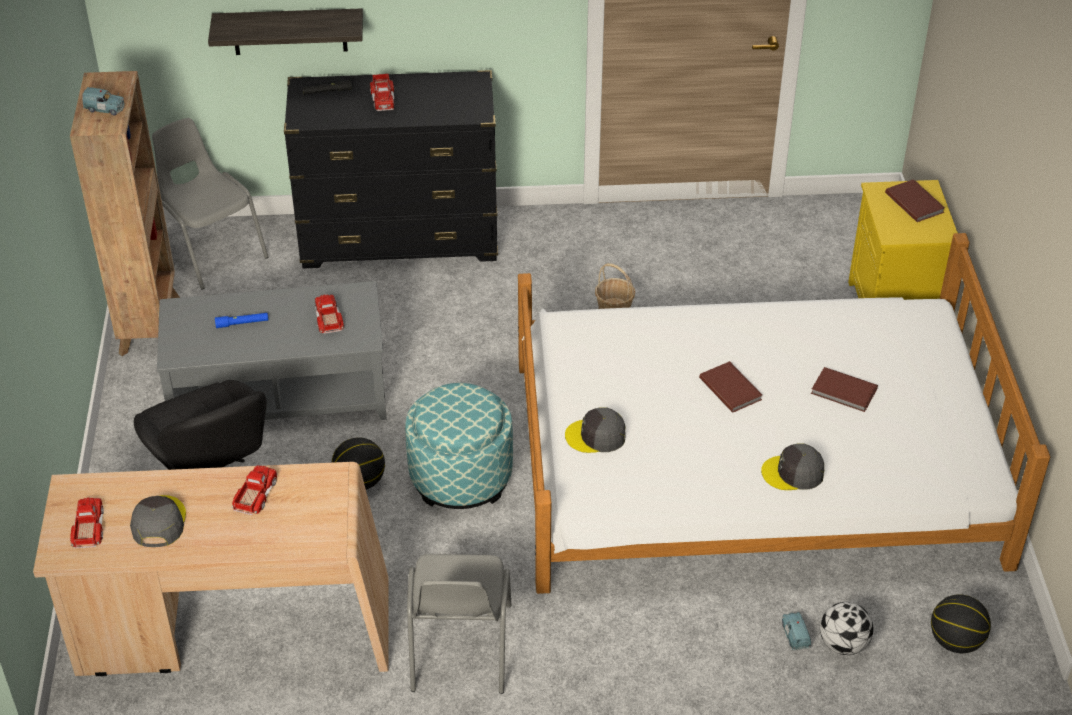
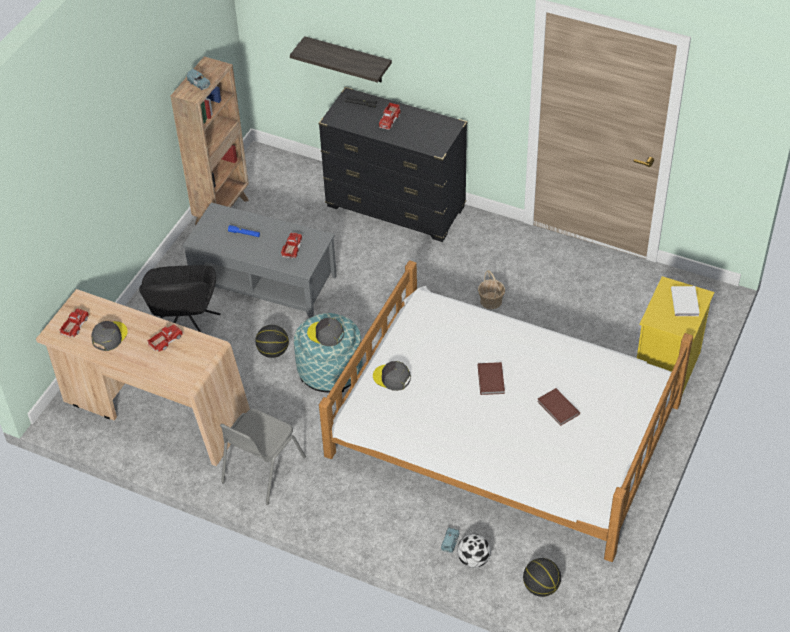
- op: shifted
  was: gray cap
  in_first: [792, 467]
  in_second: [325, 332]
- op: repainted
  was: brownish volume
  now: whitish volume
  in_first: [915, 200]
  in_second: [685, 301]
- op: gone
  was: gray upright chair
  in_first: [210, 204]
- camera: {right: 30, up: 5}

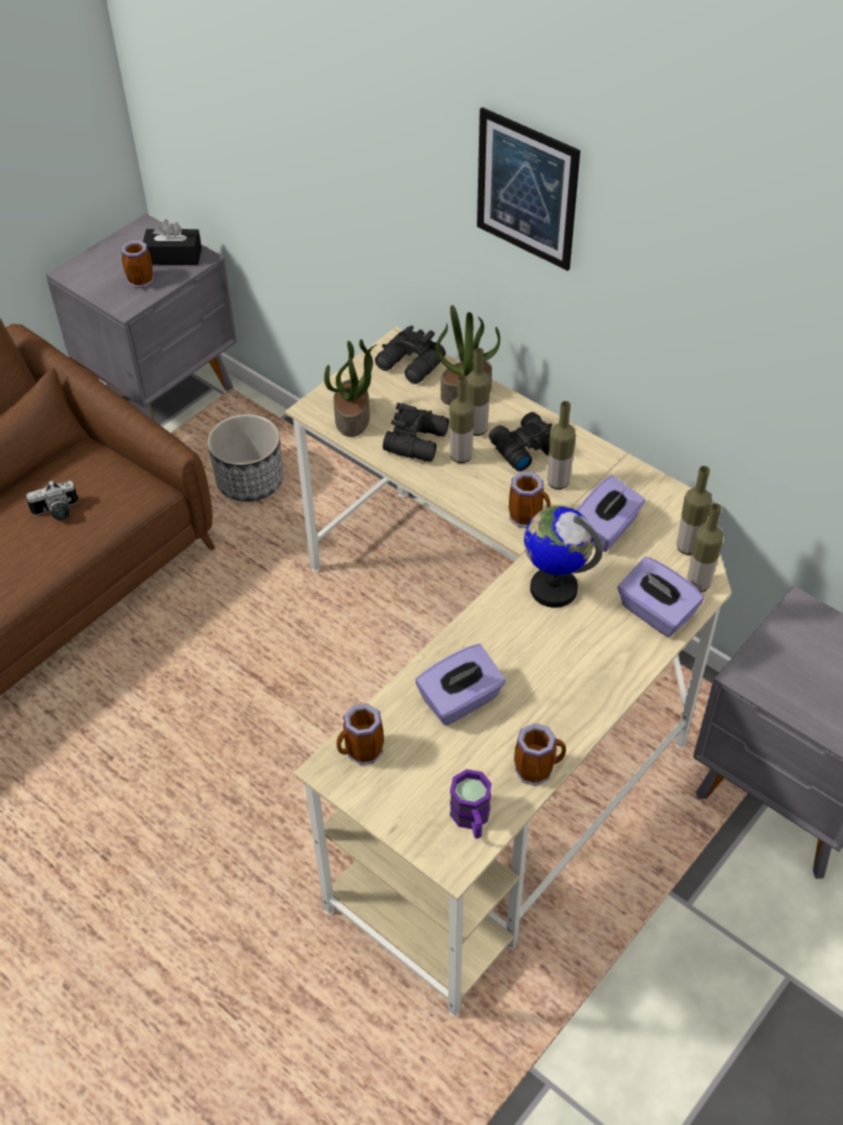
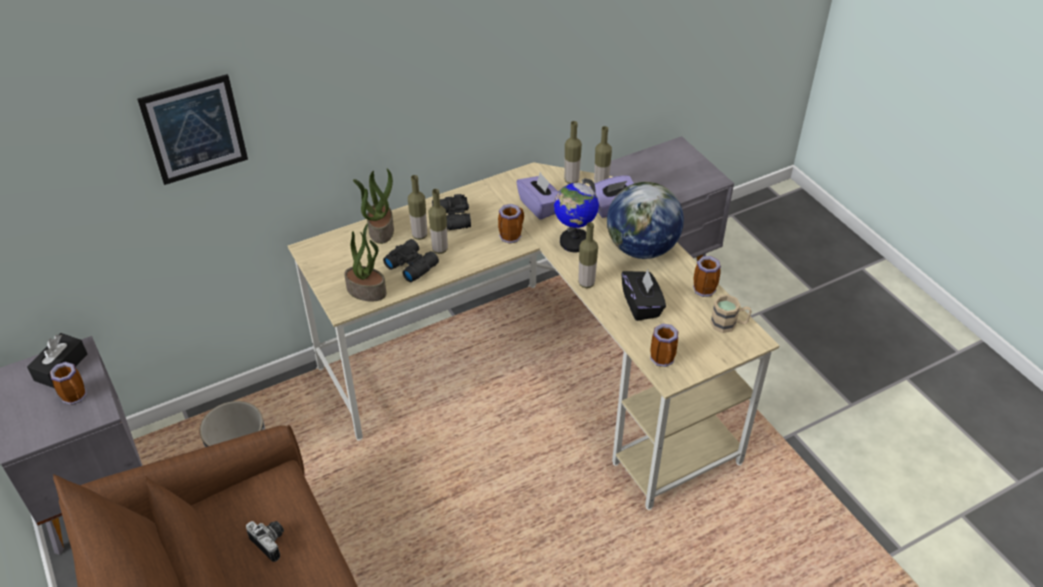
- op: shifted
  was: picture
  in_first: [528, 189]
  in_second: [192, 129]
- op: rotated
  was: still camera
  in_first: [52, 500]
  in_second: [265, 541]
  clockwise: -45
- op: shifted
  was: bottle
  in_first: [561, 445]
  in_second: [588, 255]
- op: new
  now: desk globe
  in_second: [645, 220]
- op: repainted
  was: purple tissue box
  now: blackish tissue box
  in_first: [461, 685]
  in_second: [644, 295]
- op: repainted
  was: purple tea mug
  now: beige-coloured tea mug
  in_first: [471, 803]
  in_second: [731, 313]
- op: gone
  was: blackish field glasses
  in_first: [410, 355]
- camera: {right: -70, up: -5}

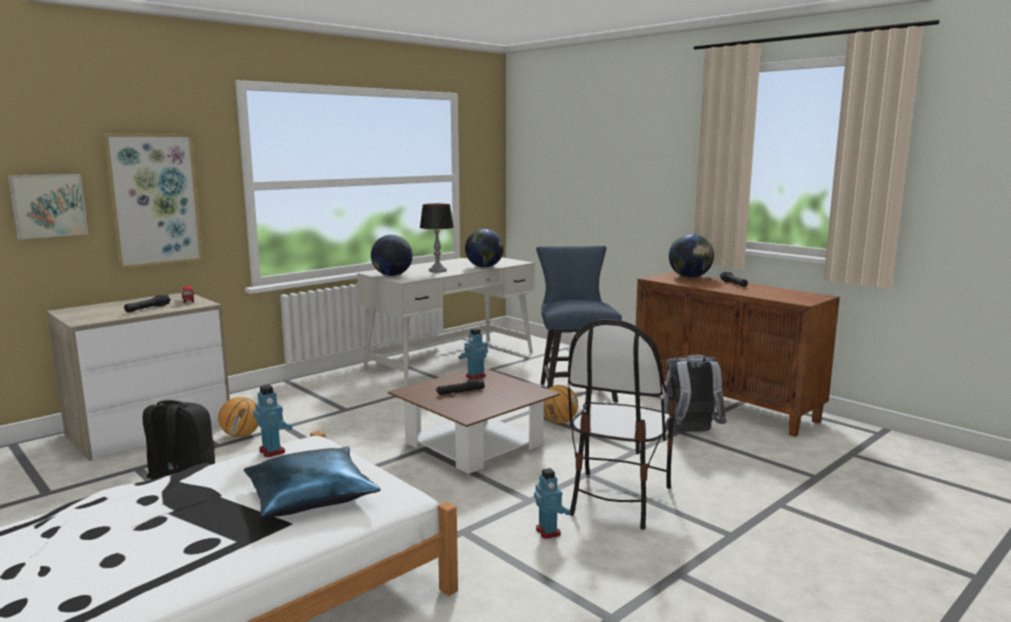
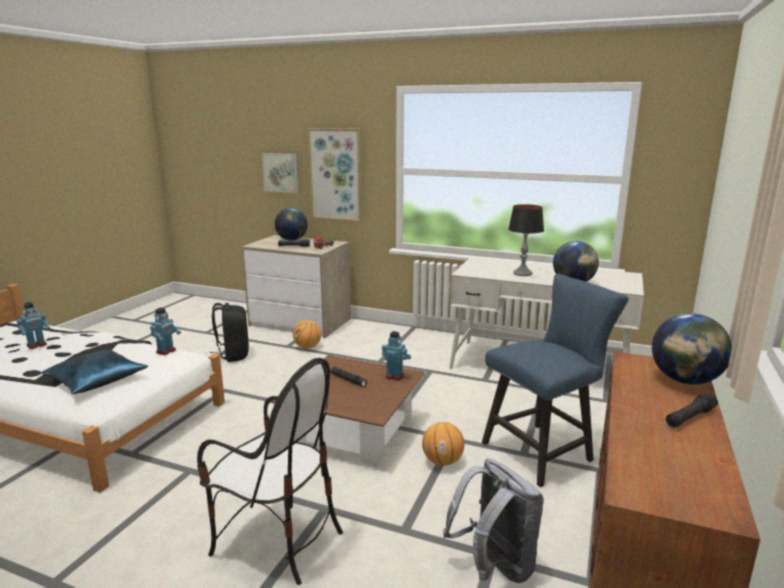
- op: shifted
  was: toy robot
  in_first: [552, 503]
  in_second: [33, 325]
- op: rotated
  was: upright chair
  in_first: [621, 424]
  in_second: [270, 471]
  clockwise: -150
- op: shifted
  was: desk globe
  in_first: [391, 255]
  in_second: [291, 224]
- camera: {right: 65, up: 5}

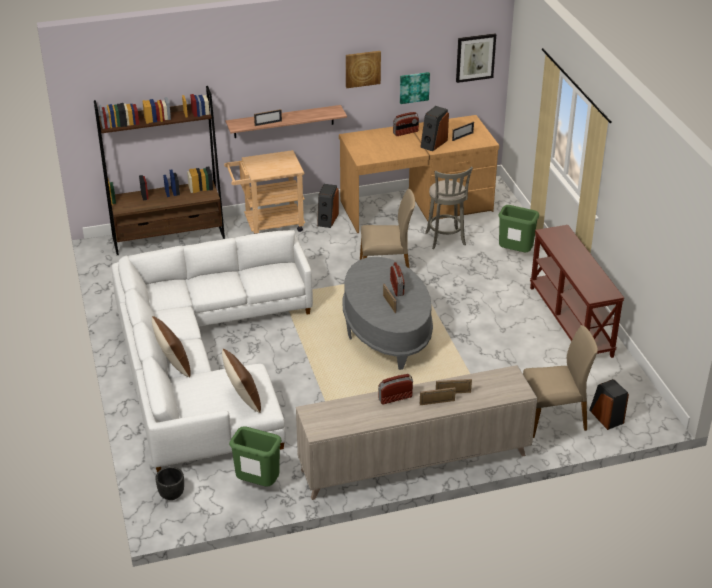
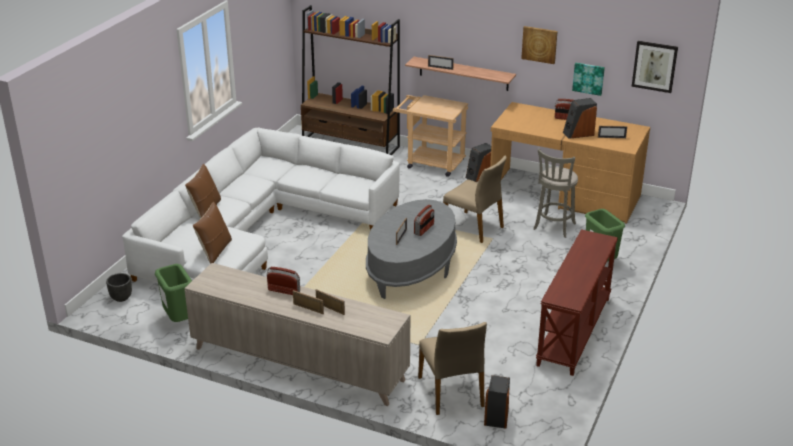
- op: rotated
  was: beige-coloured upright chair
  in_first: [560, 381]
  in_second: [452, 368]
  clockwise: 45
- camera: {right: 40, up: -5}

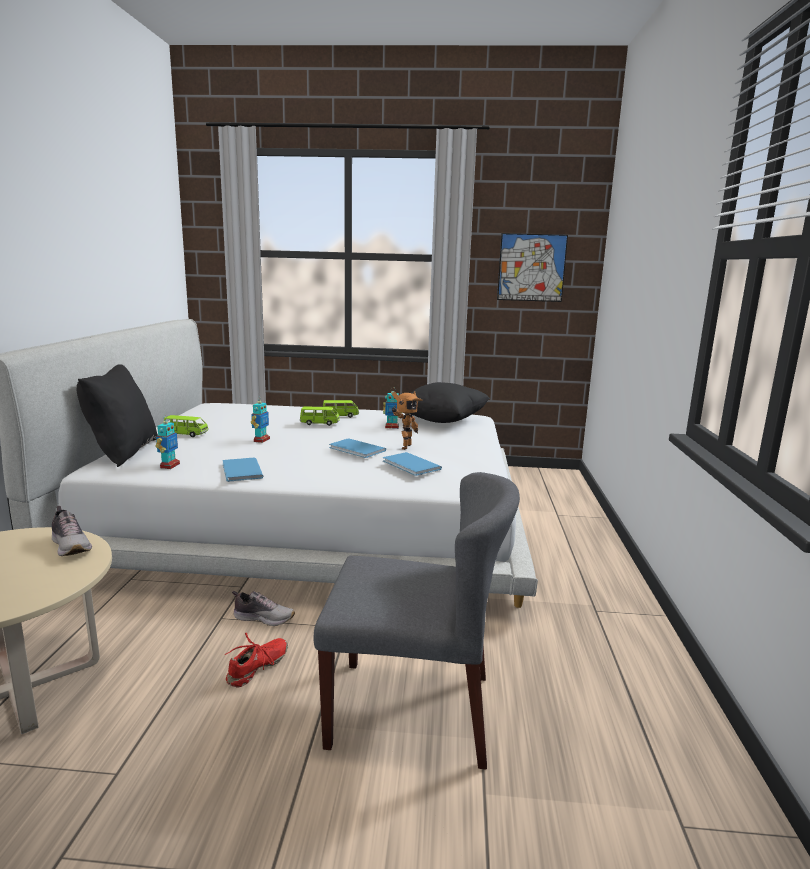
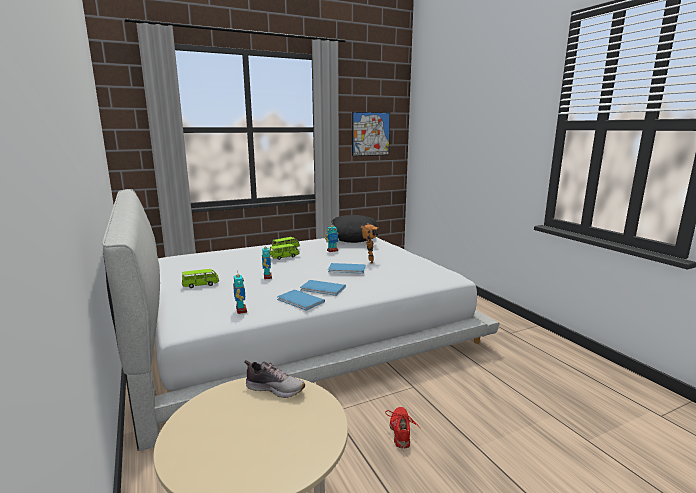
- op: shifted
  was: blue volume
  in_first: [412, 464]
  in_second: [323, 288]
- op: gone
  was: blackish cushion
  in_first: [117, 415]
- op: gone
  was: shoe
  in_first: [263, 608]
- op: gone
  was: gray upright chair
  in_first: [416, 621]
- camera: {right: -30, up: 0}

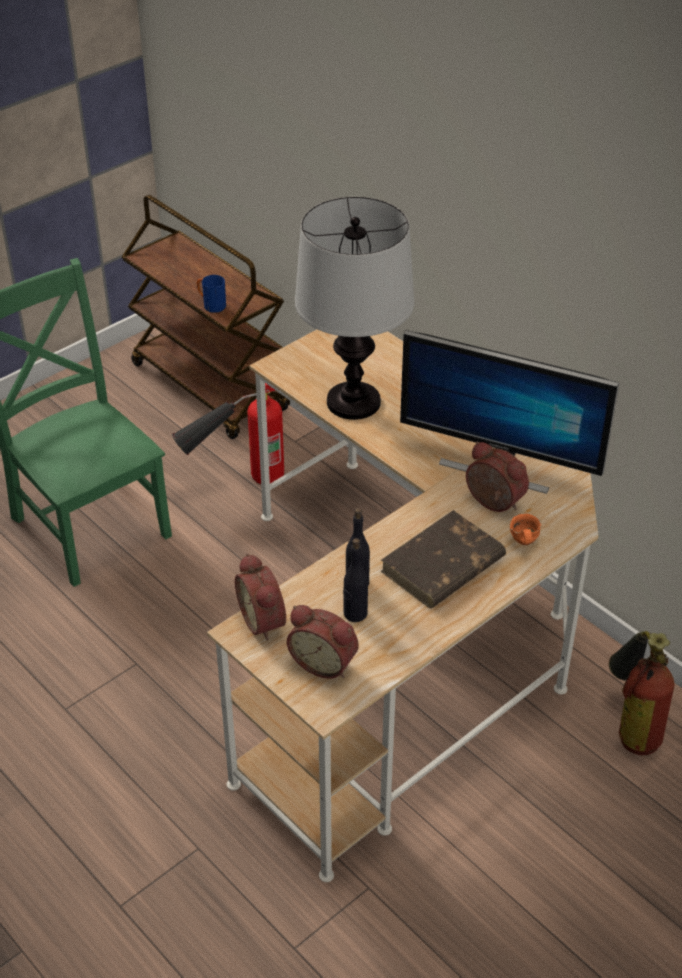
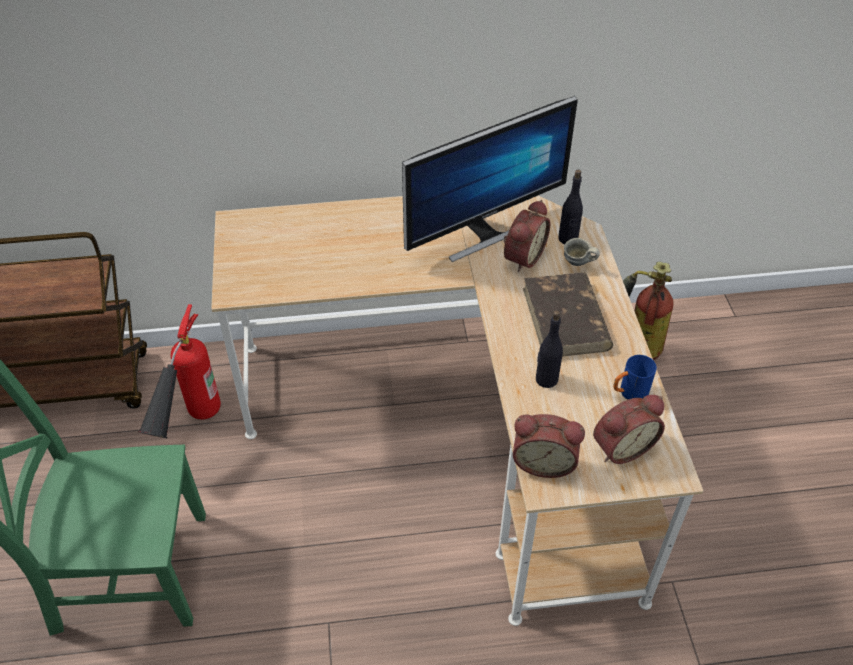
- op: rotated
  was: bedside clock
  in_first: [497, 476]
  in_second: [527, 236]
  clockwise: 135
- op: shifted
  was: blackish bottle
  in_first: [355, 580]
  in_second: [570, 207]
- op: repainted
  was: orange-coloured tea mug
  now: gray tea mug
  in_first: [525, 529]
  in_second: [582, 252]
- op: shifted
  was: blue tea mug
  in_first: [211, 294]
  in_second: [635, 377]
- op: gone
  was: tabletop lamp
  in_first: [354, 308]
- camera: {right: -55, up: 5}

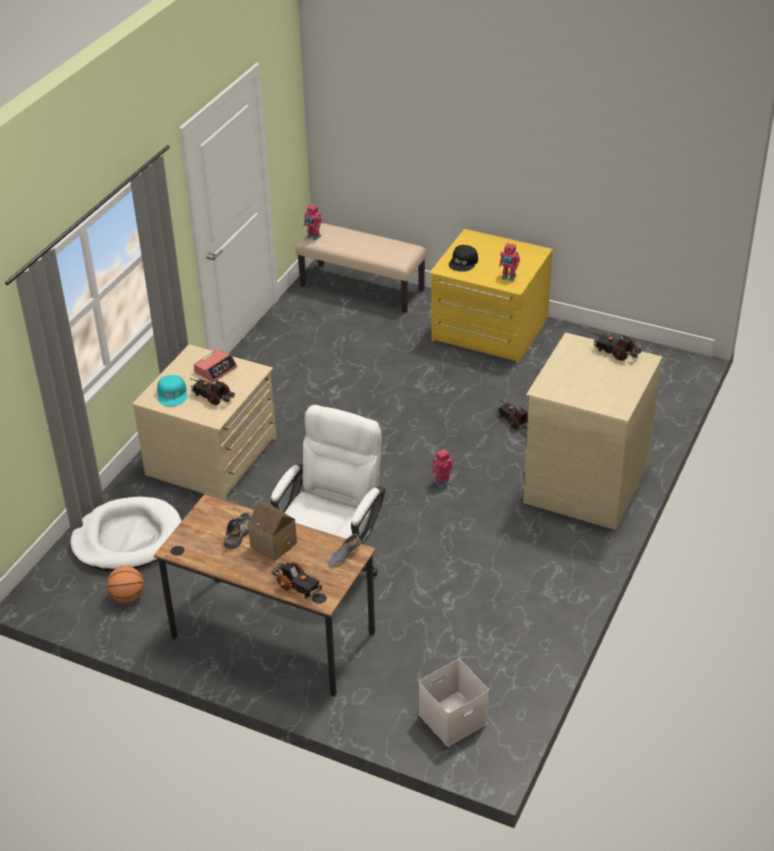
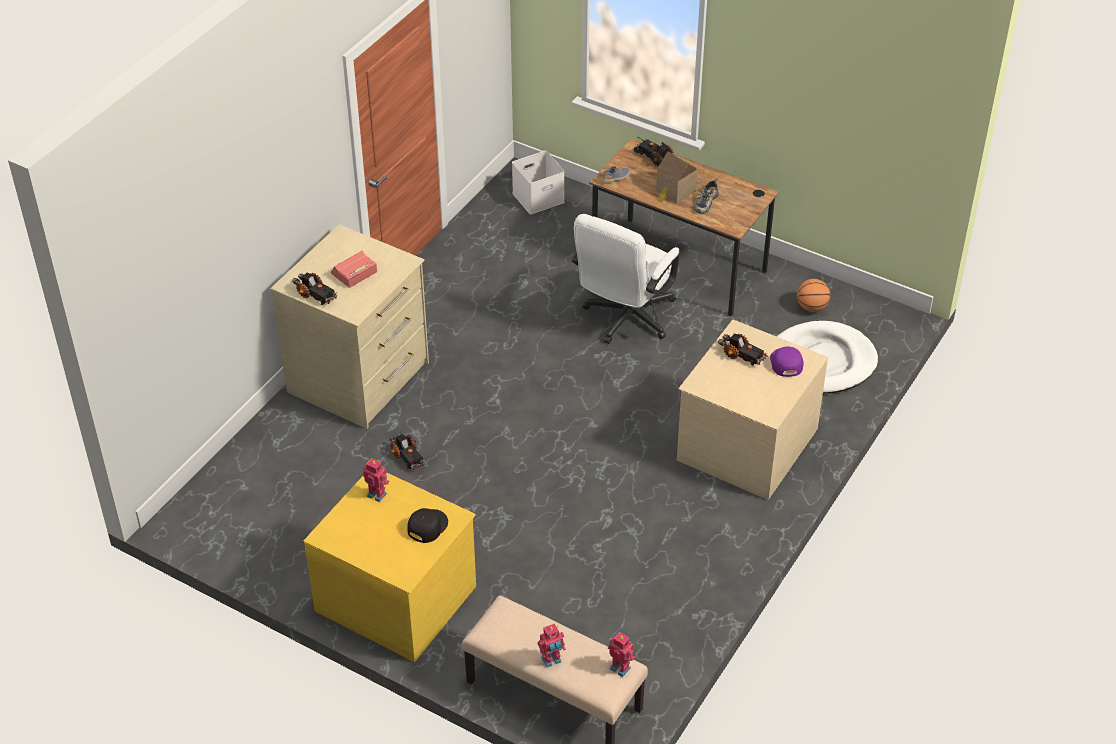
- op: shifted
  was: bedside clock
  in_first: [215, 365]
  in_second: [354, 269]
- op: shifted
  was: toy robot
  in_first: [442, 469]
  in_second: [552, 645]
- op: repainted
  was: turquoise cap
  now: purple cap
  in_first: [172, 390]
  in_second: [787, 362]
- camera: {right: -175, up: 5}

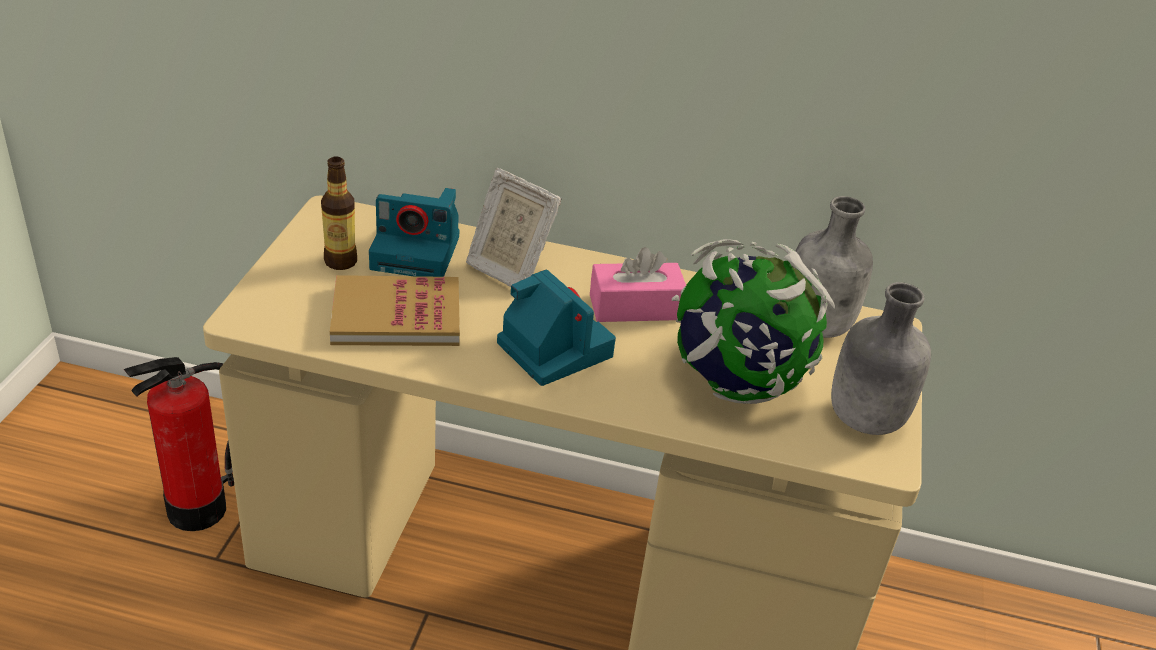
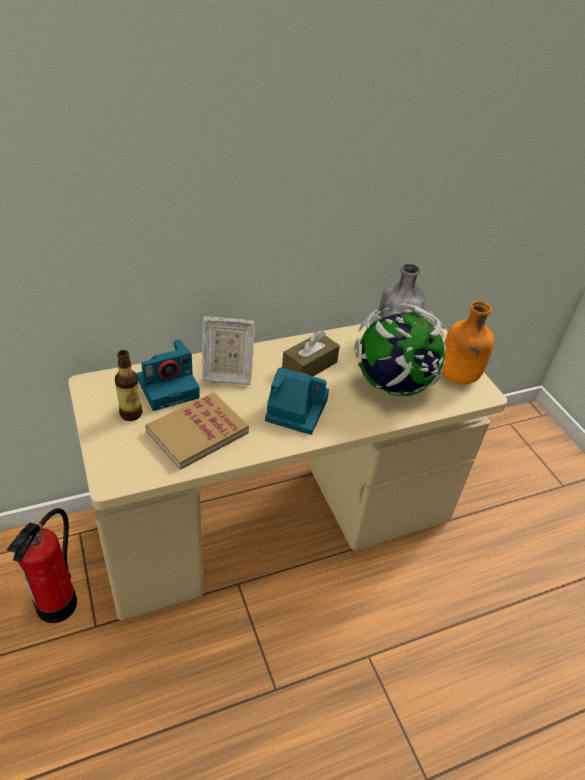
- op: repainted
  was: pink-coloured tissue box
  now: brownish tissue box
  in_first: [638, 284]
  in_second: [311, 353]
- op: repainted
  was: gray bottle
  now: orange-coloured bottle
  in_first: [881, 358]
  in_second: [468, 342]
- camera: {right: -35, up: 5}

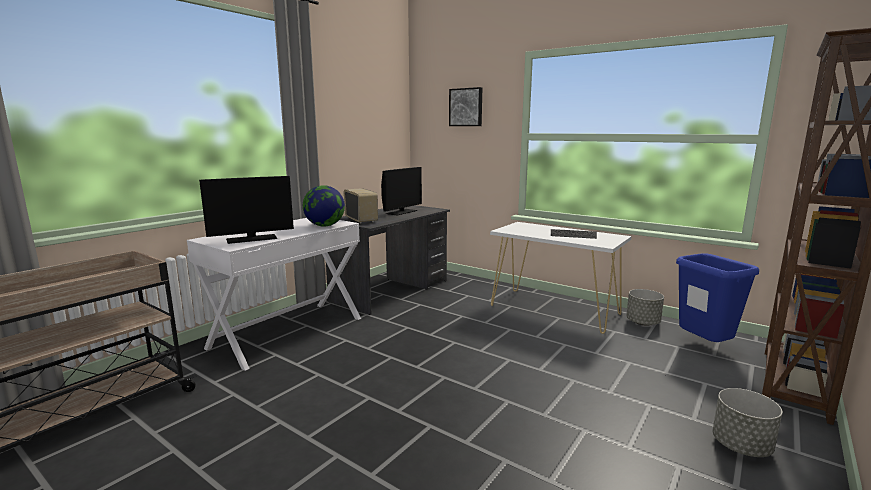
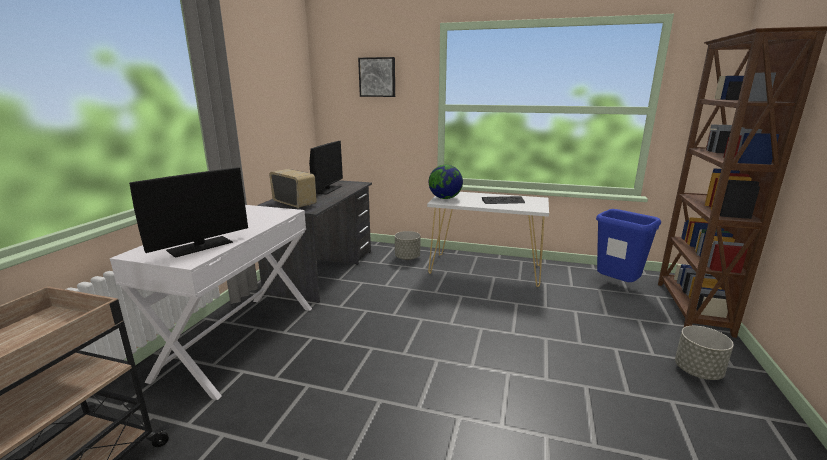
- op: shifted
  was: gray flower pot
  in_first: [645, 307]
  in_second: [407, 245]
- op: shifted
  was: desk globe
  in_first: [324, 205]
  in_second: [446, 182]
- camera: {right: -20, up: 5}

